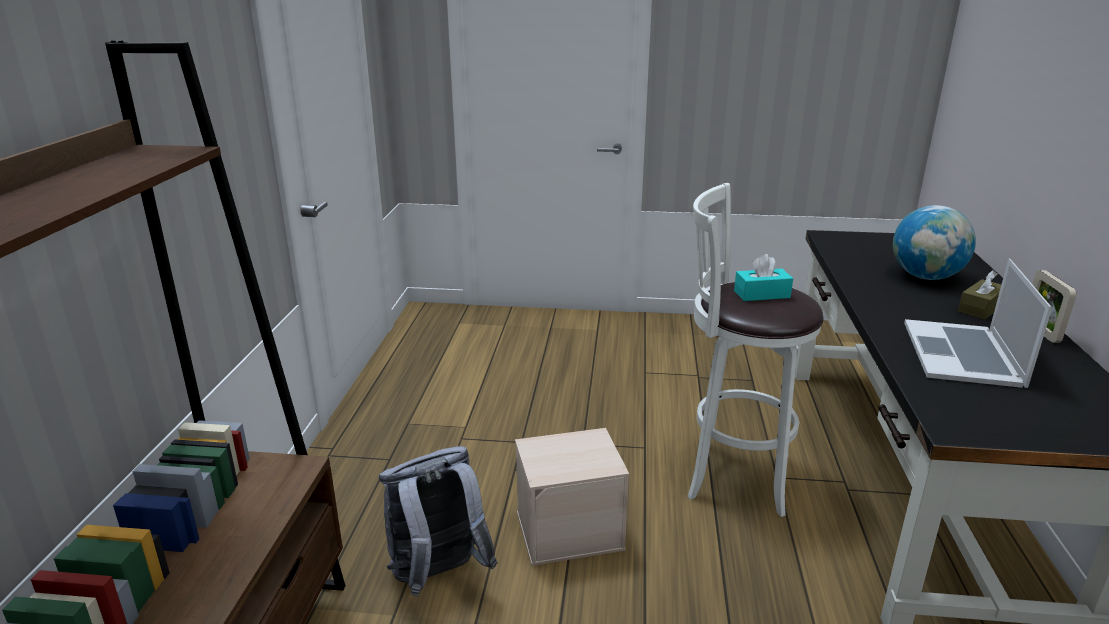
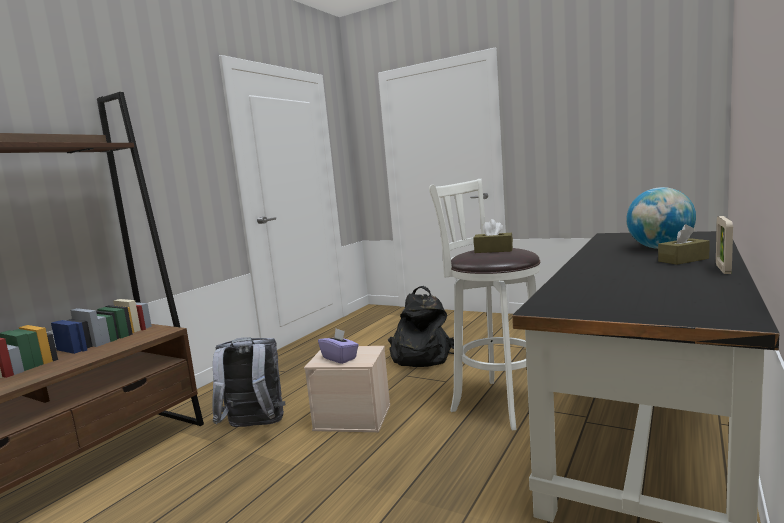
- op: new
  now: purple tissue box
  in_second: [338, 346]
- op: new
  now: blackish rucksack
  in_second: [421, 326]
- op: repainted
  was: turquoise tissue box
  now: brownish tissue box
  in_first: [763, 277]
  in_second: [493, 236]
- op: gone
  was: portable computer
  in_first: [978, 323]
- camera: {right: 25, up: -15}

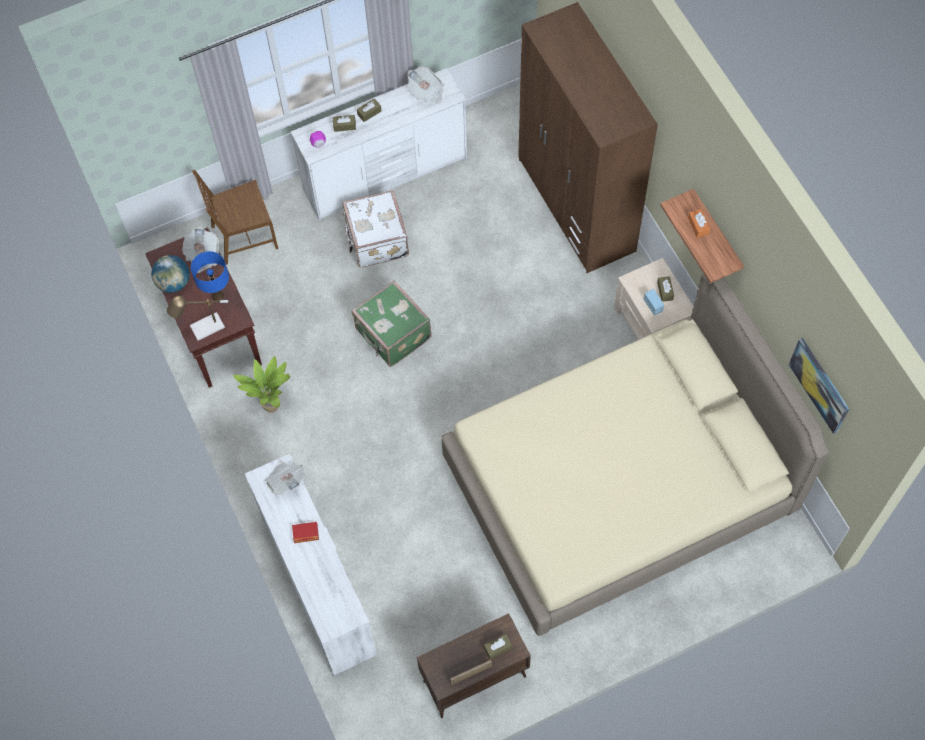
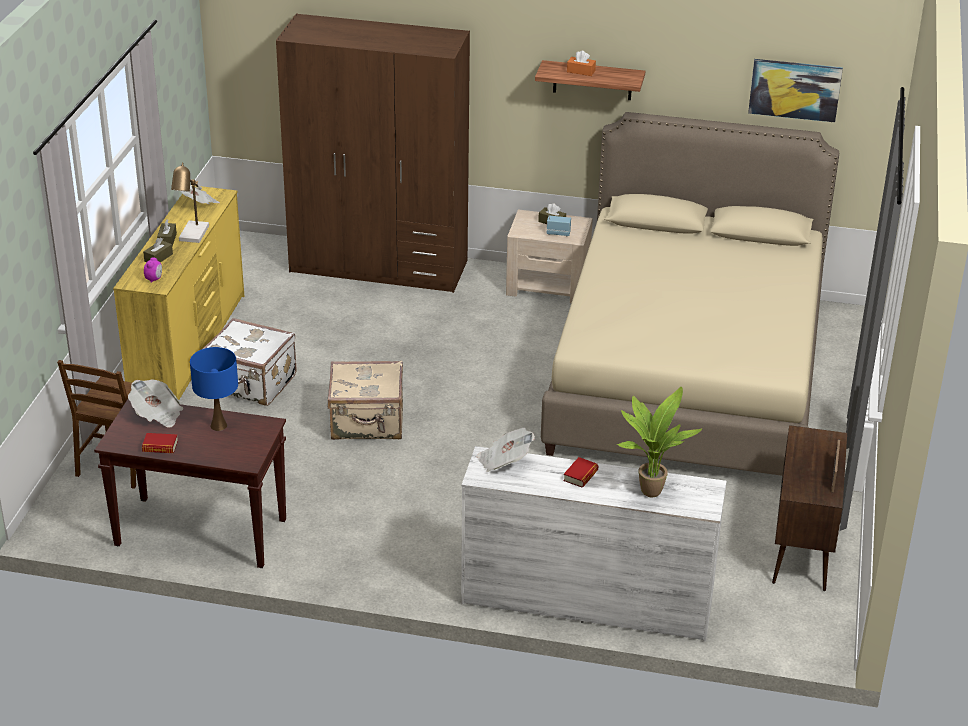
- op: repainted
  was: whitish drawer chest
  now: yellow-coloured drawer chest
  in_first: [379, 144]
  in_second: [178, 292]
- op: swapped
  was: desk globe
  now: volume
  in_first: [170, 274]
  in_second: [160, 443]
- op: shifted
  was: tabletop lamp
  in_first: [197, 318]
  in_second: [190, 203]
- op: repainted
  was: green travel case
  now: beige-coloured travel case
  in_first: [392, 324]
  in_second: [365, 400]
- op: shifted
  was: houseplant
  in_first: [261, 384]
  in_second: [660, 442]
- op: gone
  was: brownish tissue box
  in_first: [498, 646]
- camera: {right: -55, up: -30}

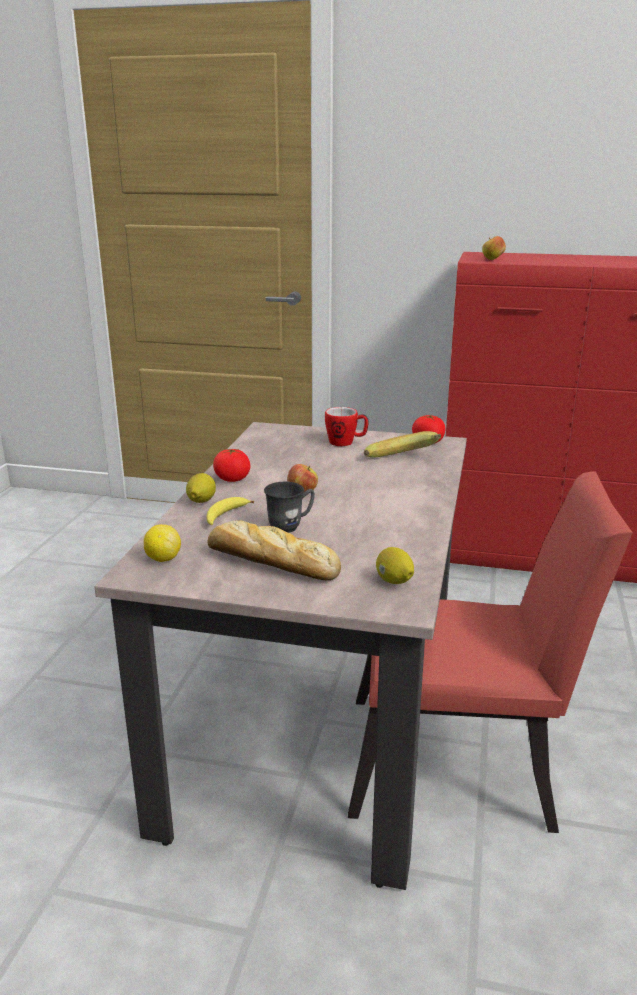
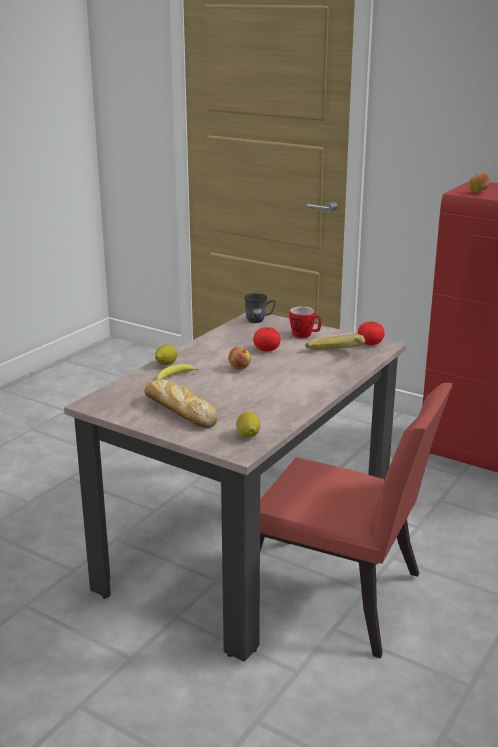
- op: shifted
  was: gray tea mug
  in_first: [289, 507]
  in_second: [260, 308]
- op: shifted
  was: fresh tomato
  in_first: [231, 465]
  in_second: [267, 339]
- op: gone
  was: lemon
  in_first: [162, 543]
- camera: {right: 20, up: 0}

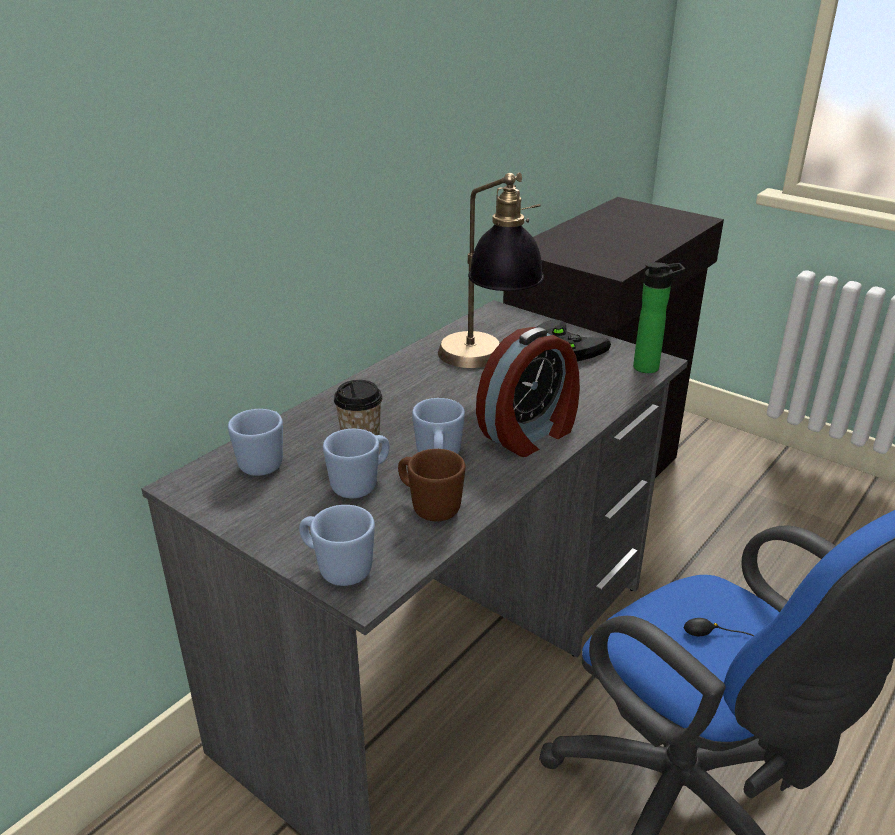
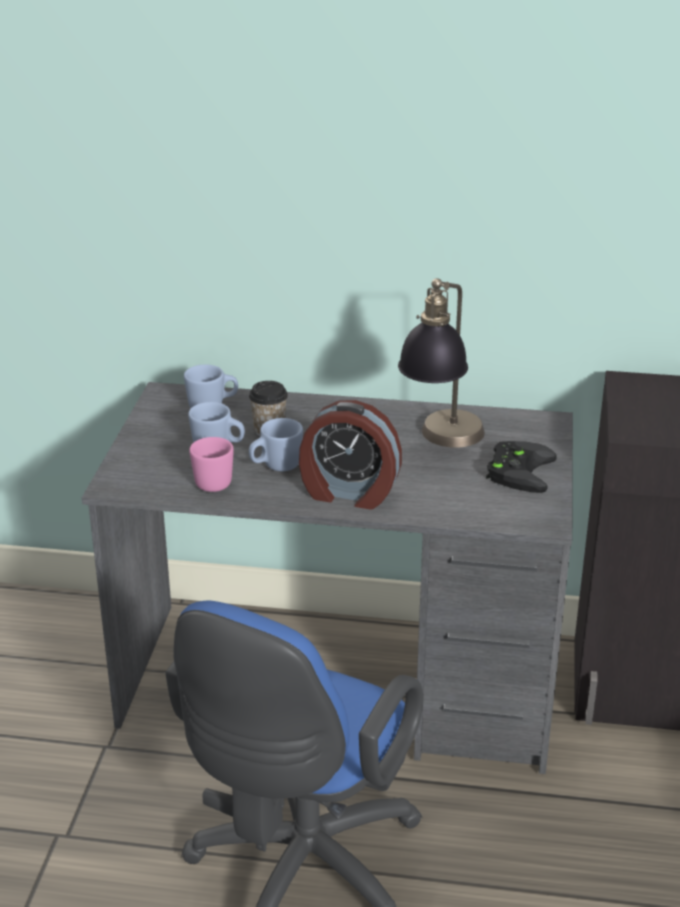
- op: repainted
  was: brownish tea mug
  now: pink-coloured tea mug
  in_first: [432, 485]
  in_second: [211, 464]
- op: gone
  was: blue tea mug
  in_first: [337, 545]
- op: gone
  was: bottle
  in_first: [659, 317]
- camera: {right: 60, up: 0}

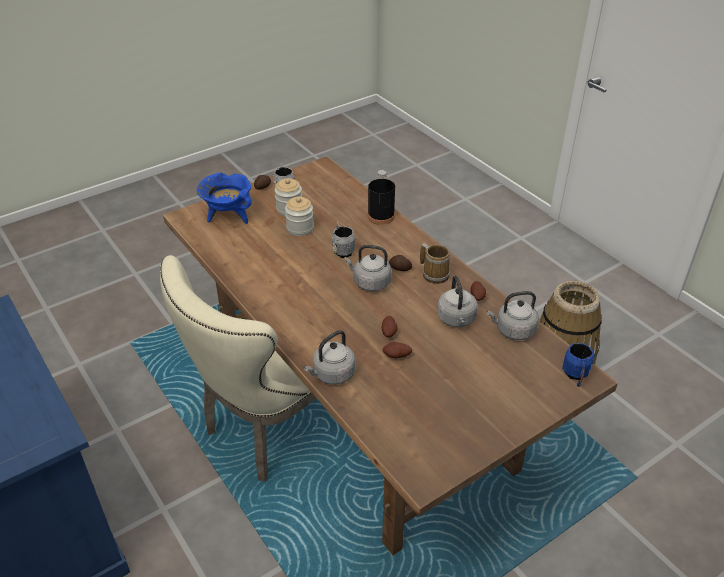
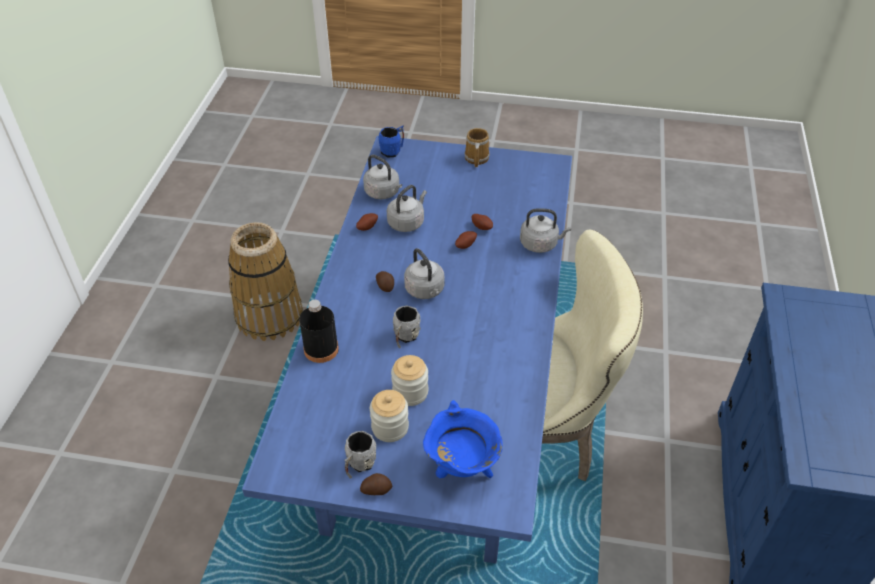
- op: repainted
  was: brownish dining table
  now: blue dining table
  in_first: [390, 355]
  in_second: [407, 349]
- op: shifted
  was: tea mug
  in_first: [435, 263]
  in_second: [477, 147]
- camera: {right: -135, up: 5}

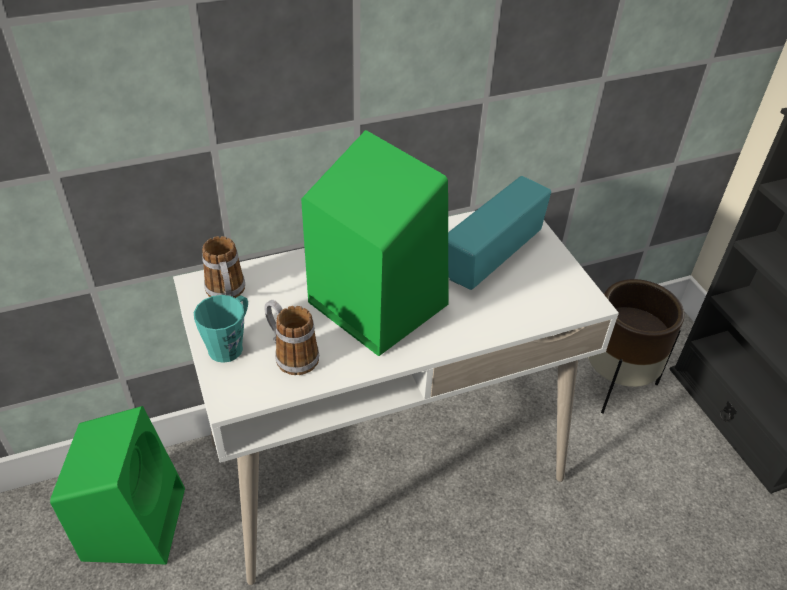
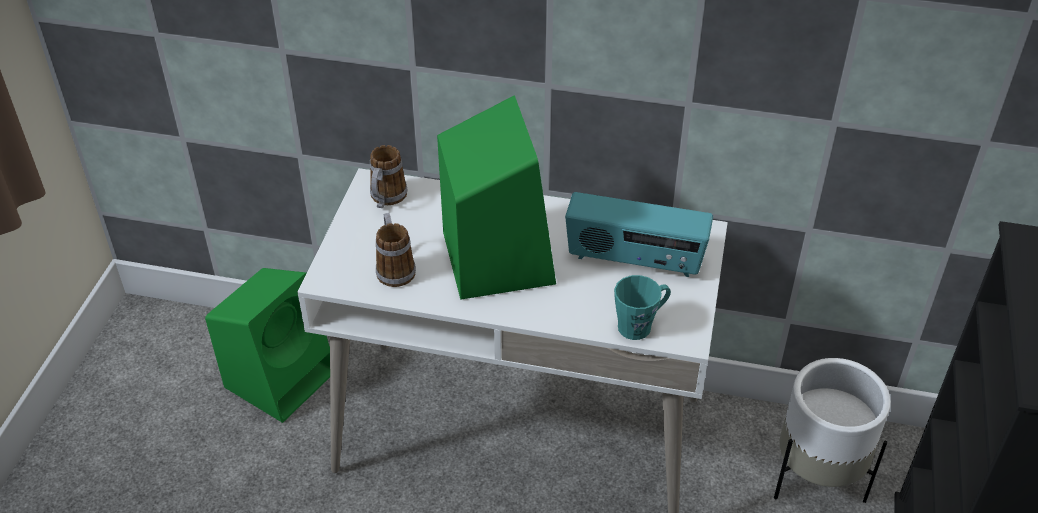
- op: rotated
  was: radio set
  in_first: [499, 233]
  in_second: [639, 234]
  clockwise: -150
- op: shifted
  was: turquoise tea mug
  in_first: [221, 329]
  in_second: [642, 307]
- op: repainted
  was: brownish flower pot
  now: whitish flower pot
  in_first: [636, 346]
  in_second: [832, 430]
- camera: {right: 35, up: 0}

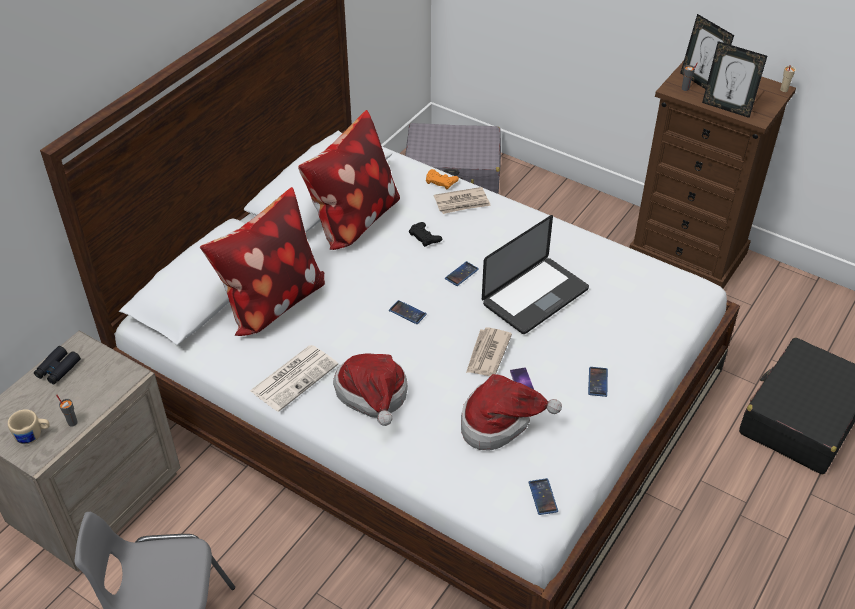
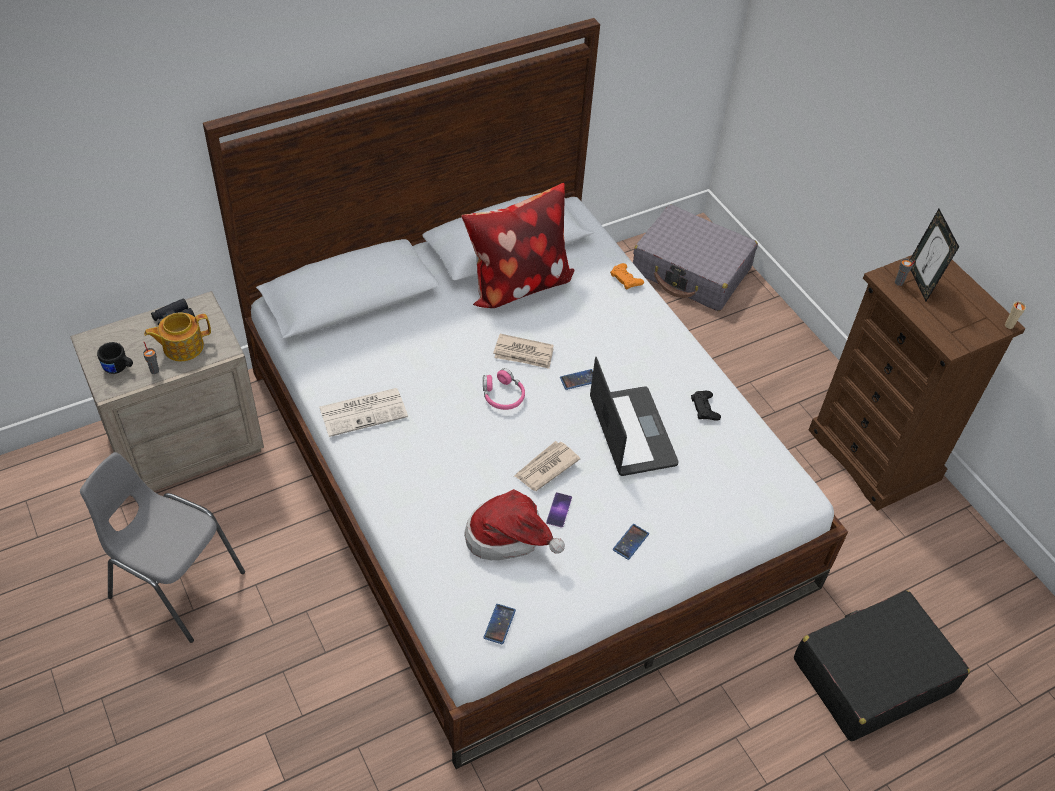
- op: repainted
  was: beige-coloured tea mug
  now: blackish tea mug
  in_first: [29, 426]
  in_second: [115, 358]
- op: new
  now: pot for tea
  in_second: [177, 337]
- op: swapped
  was: telephone
  now: pink-coloured headphones
  in_first: [408, 312]
  in_second: [504, 389]
- op: shifted
  was: daily paper
  in_first: [462, 200]
  in_second: [523, 351]
- op: rotated
  was: portable computer
  in_first: [535, 274]
  in_second: [634, 416]
  clockwise: -90
- op: shifted
  was: blackish gamepad
  in_first: [425, 234]
  in_second: [706, 406]
- op: gone
  was: cushion
  in_first: [262, 261]
- op: gone
  was: clothing hat
  in_first: [370, 389]
- op: gone
  was: picture frame
  in_first: [734, 79]
- camera: {right: 25, up: 5}

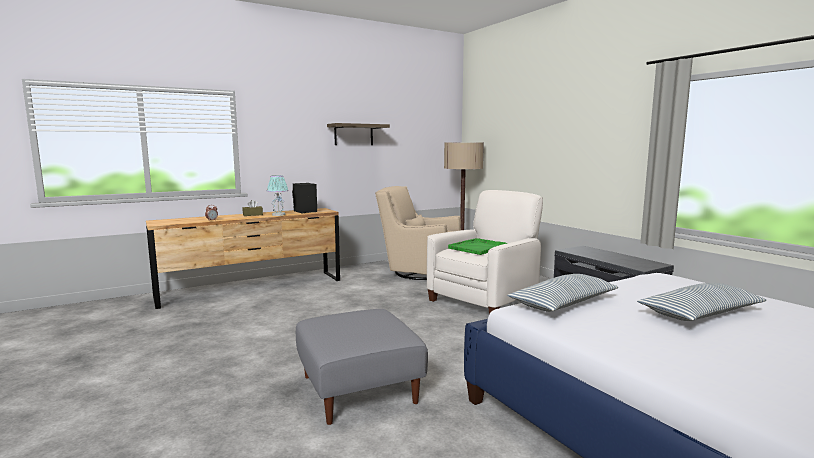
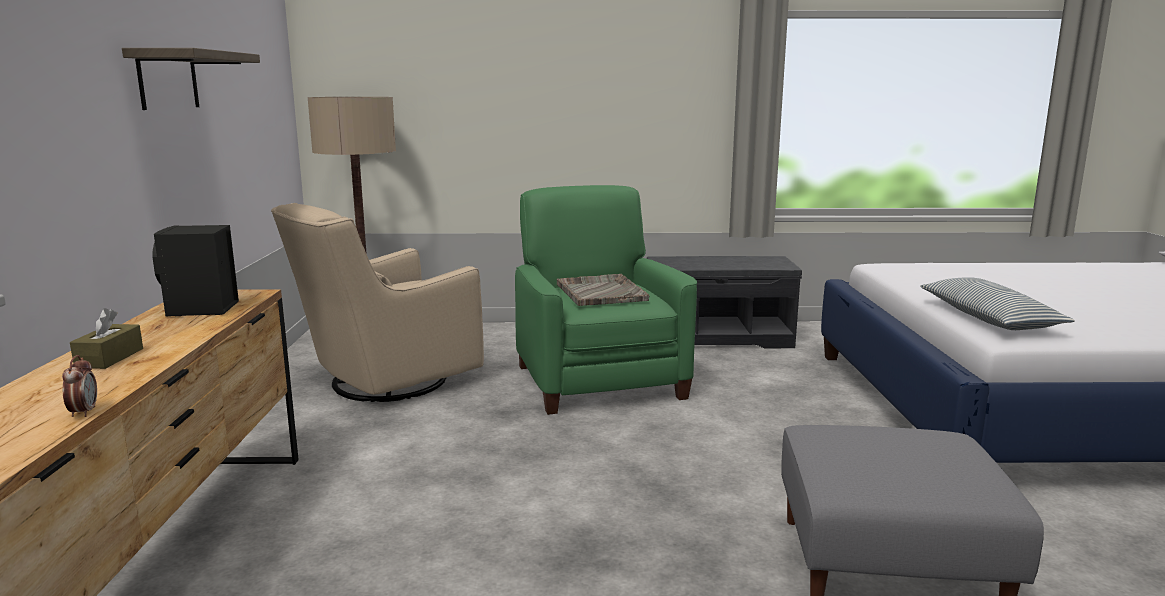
- op: repainted
  was: whitish easy chair
  now: green easy chair
  in_first: [485, 252]
  in_second: [606, 300]
- op: repainted
  was: green tray
  now: gray tray
  in_first: [477, 246]
  in_second: [602, 290]
- op: gone
  was: tabletop lamp
  in_first: [278, 195]
- op: gone
  was: cushion
  in_first: [702, 302]
- camera: {right: -60, up: 5}

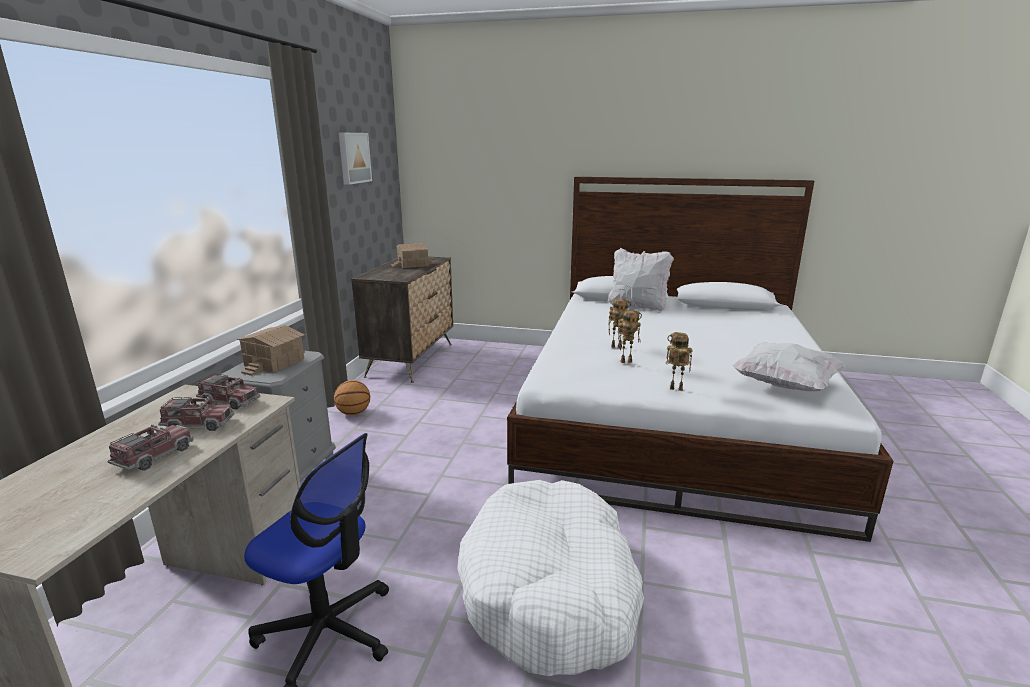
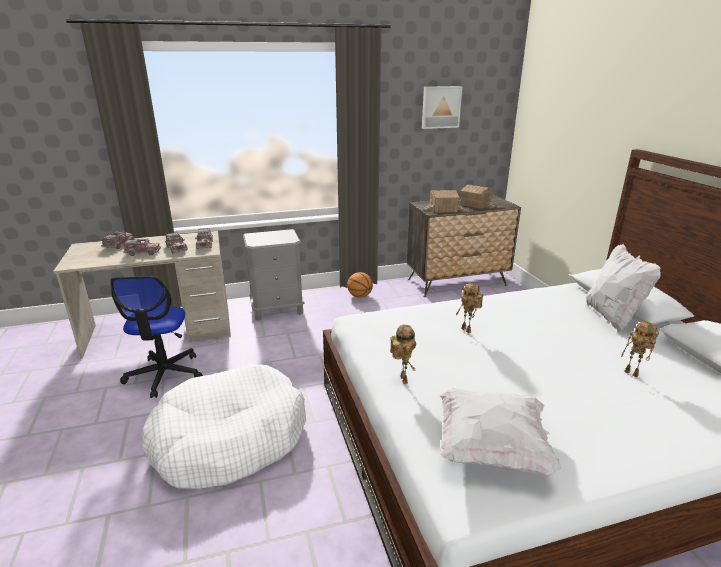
- op: new
  now: model truck
  in_second: [118, 240]
- op: shifted
  was: toy house
  in_first: [271, 350]
  in_second: [443, 201]
- op: shifted
  was: toy robot
  in_first: [630, 336]
  in_second: [640, 349]
- camera: {right: 60, up: 5}

